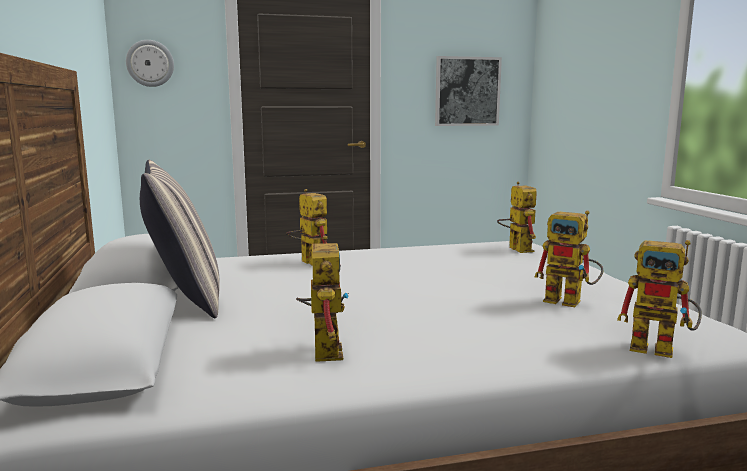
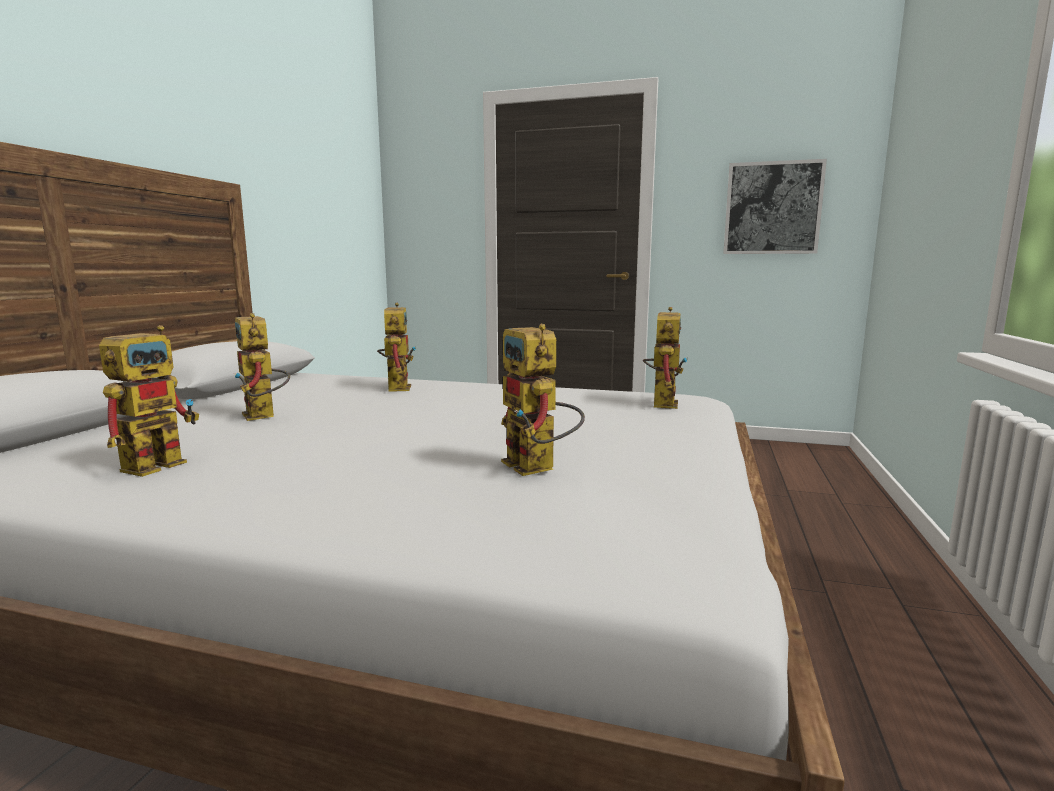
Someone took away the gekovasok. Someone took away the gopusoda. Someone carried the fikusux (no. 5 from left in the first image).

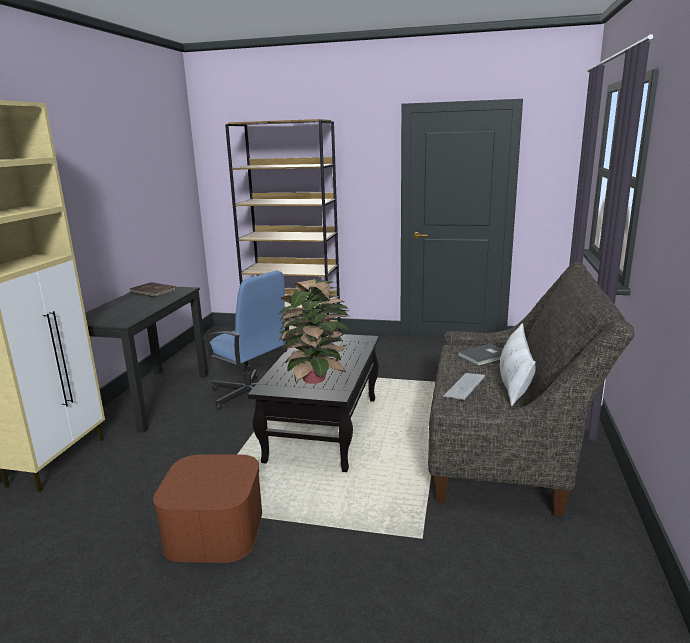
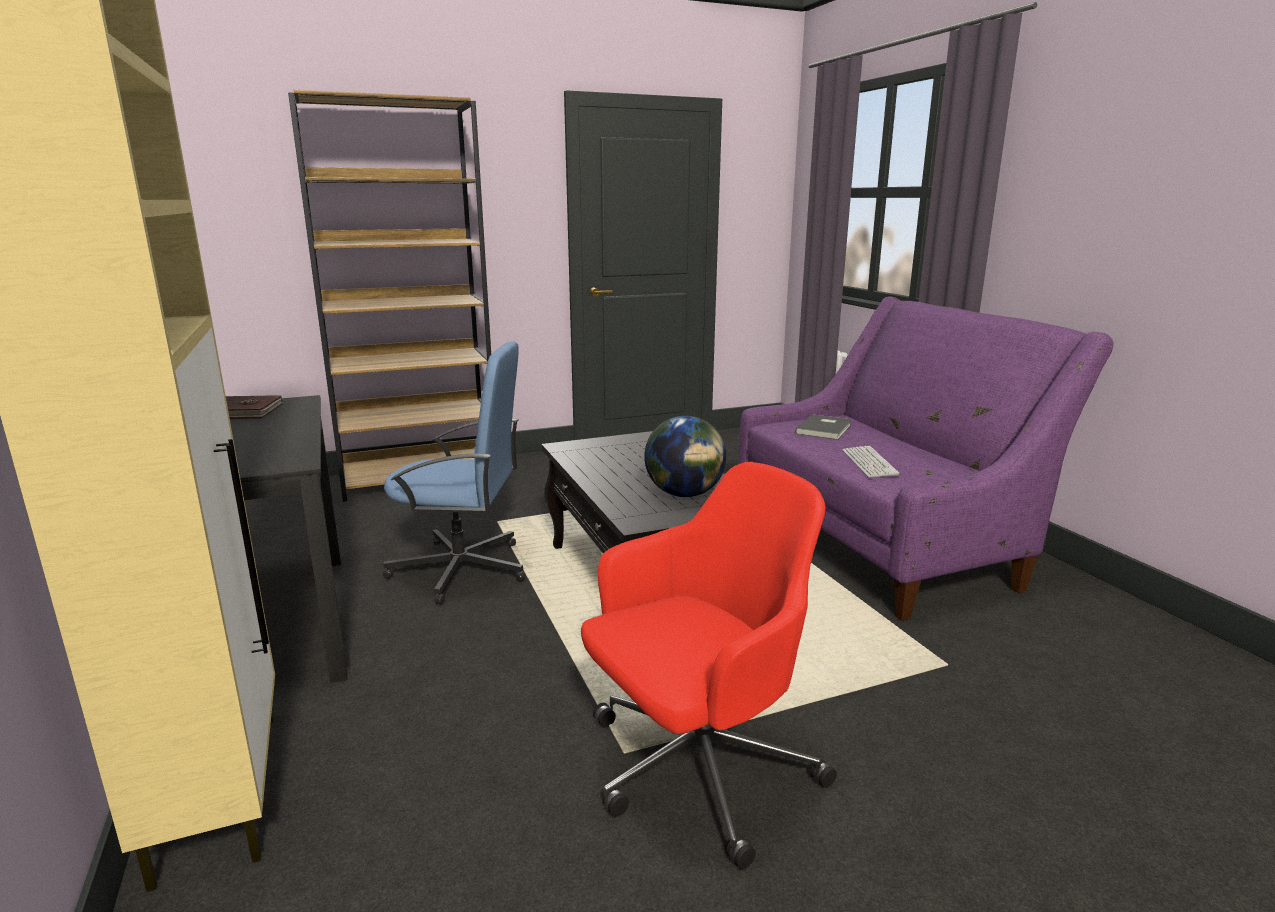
Someone repainted the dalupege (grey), which became the dalupege (purple). Someone swapped the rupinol for the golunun. Someone took away the gopusoda (white). Someone swapped the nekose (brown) for the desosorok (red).

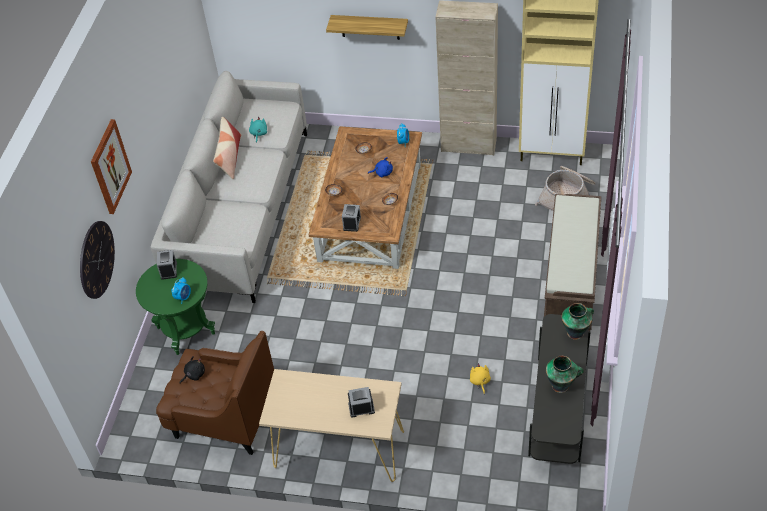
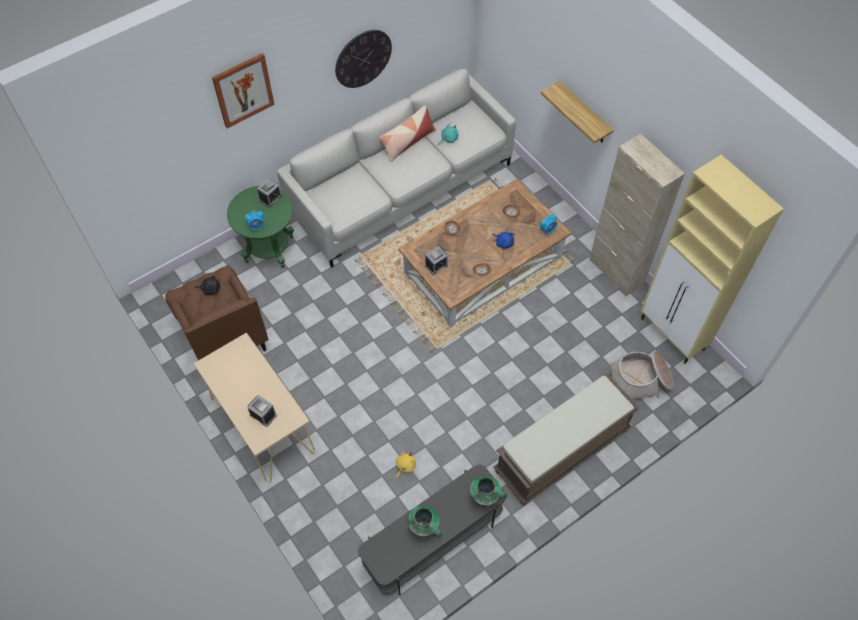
Someone carried the gekovasok.

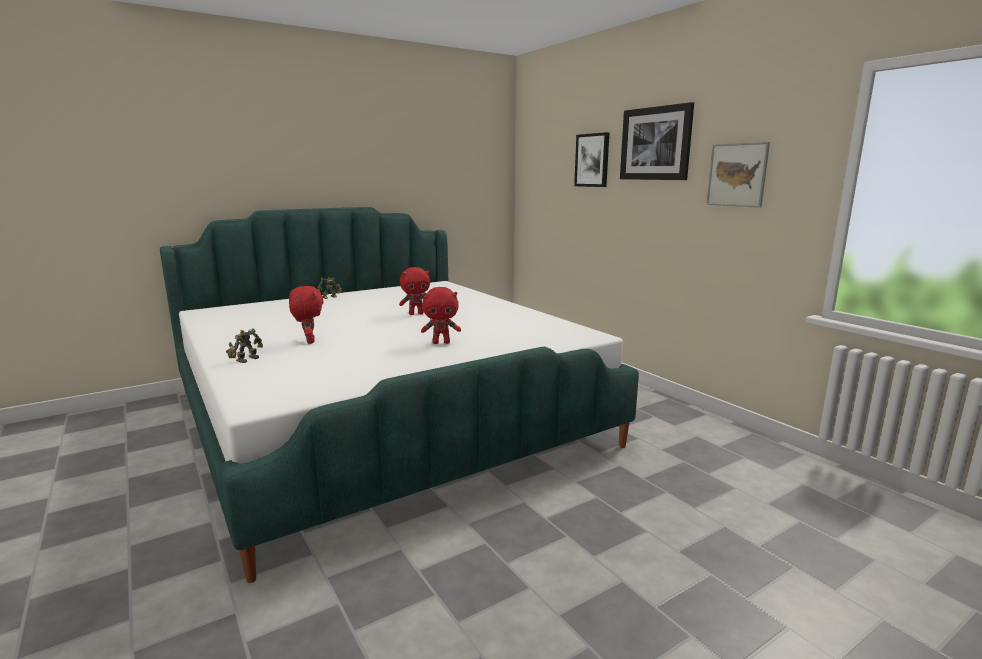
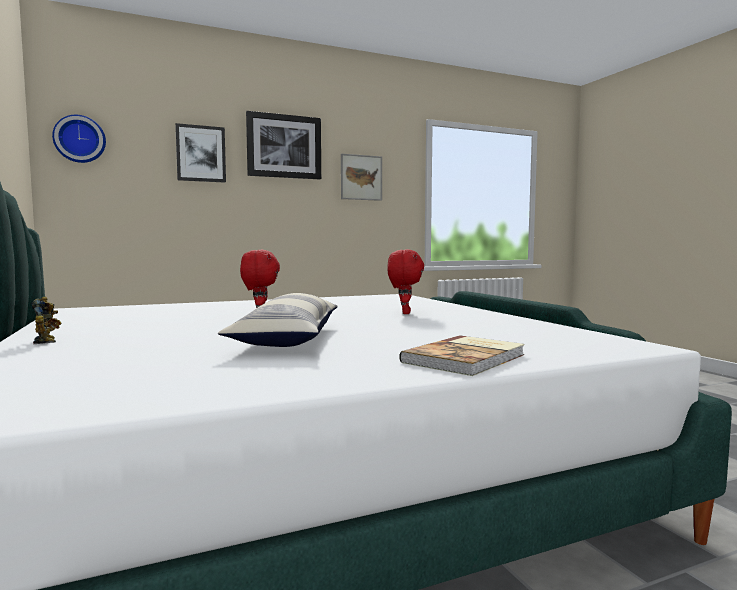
Someone took away the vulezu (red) (no. 1 from left). Someone swapped the fikusux (no. 1 from left) for the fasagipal. Someone put up the gekovasok. Someone put down the gopusoda.

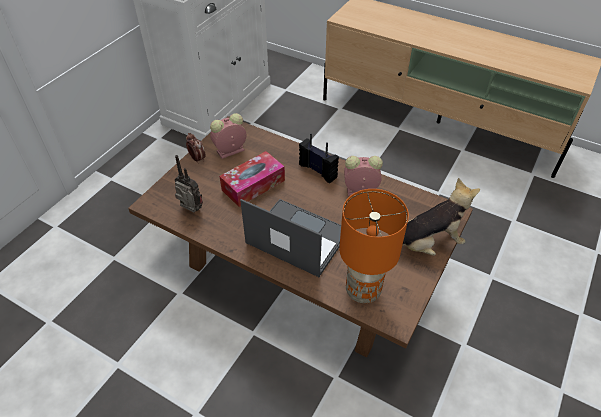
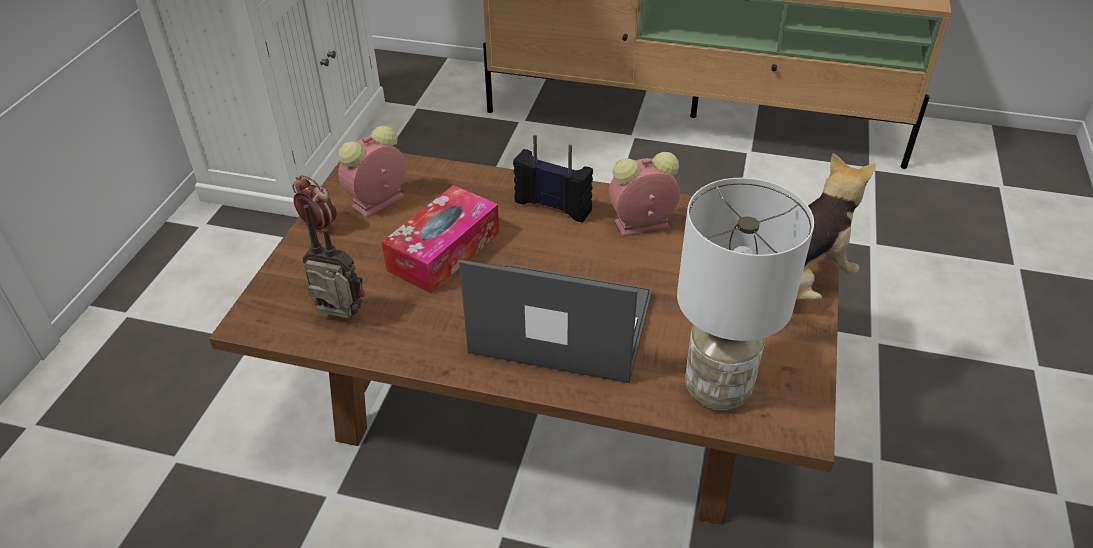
Someone repainted the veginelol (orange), which became the veginelol (white).

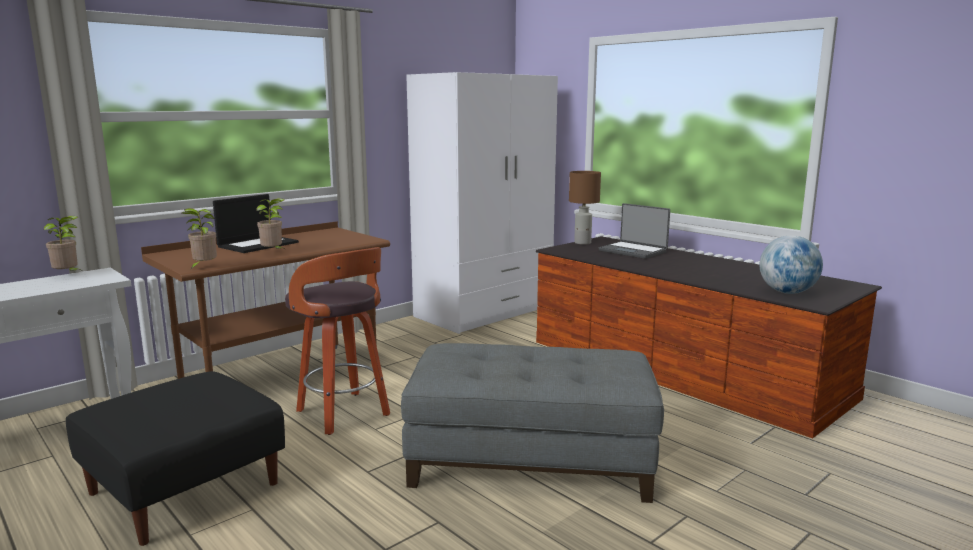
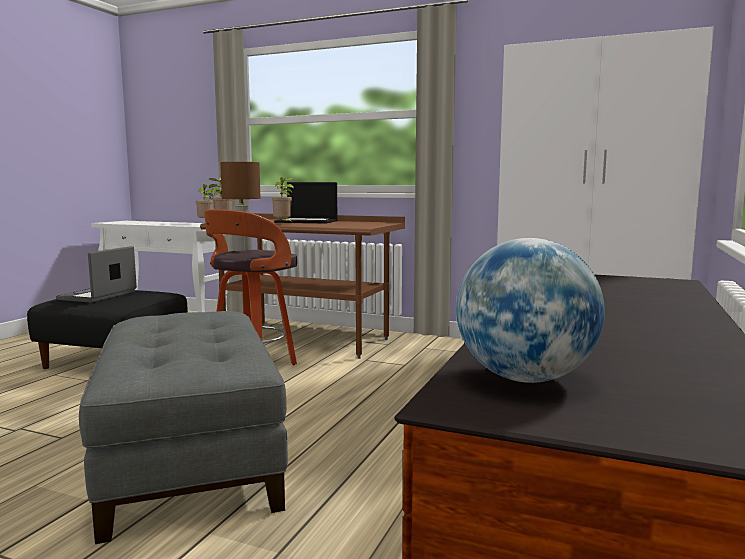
Someone carried the veginelol (brown). Someone carried the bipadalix (no. 2 from left in the first image).

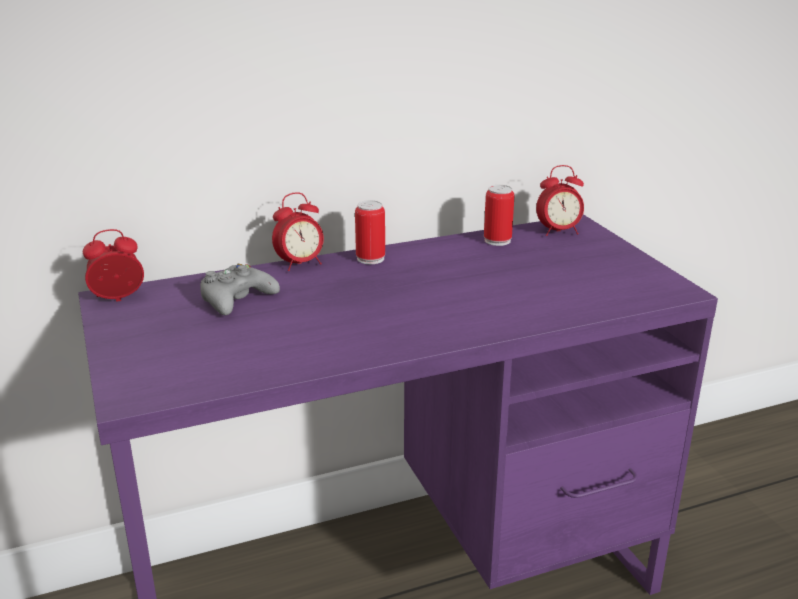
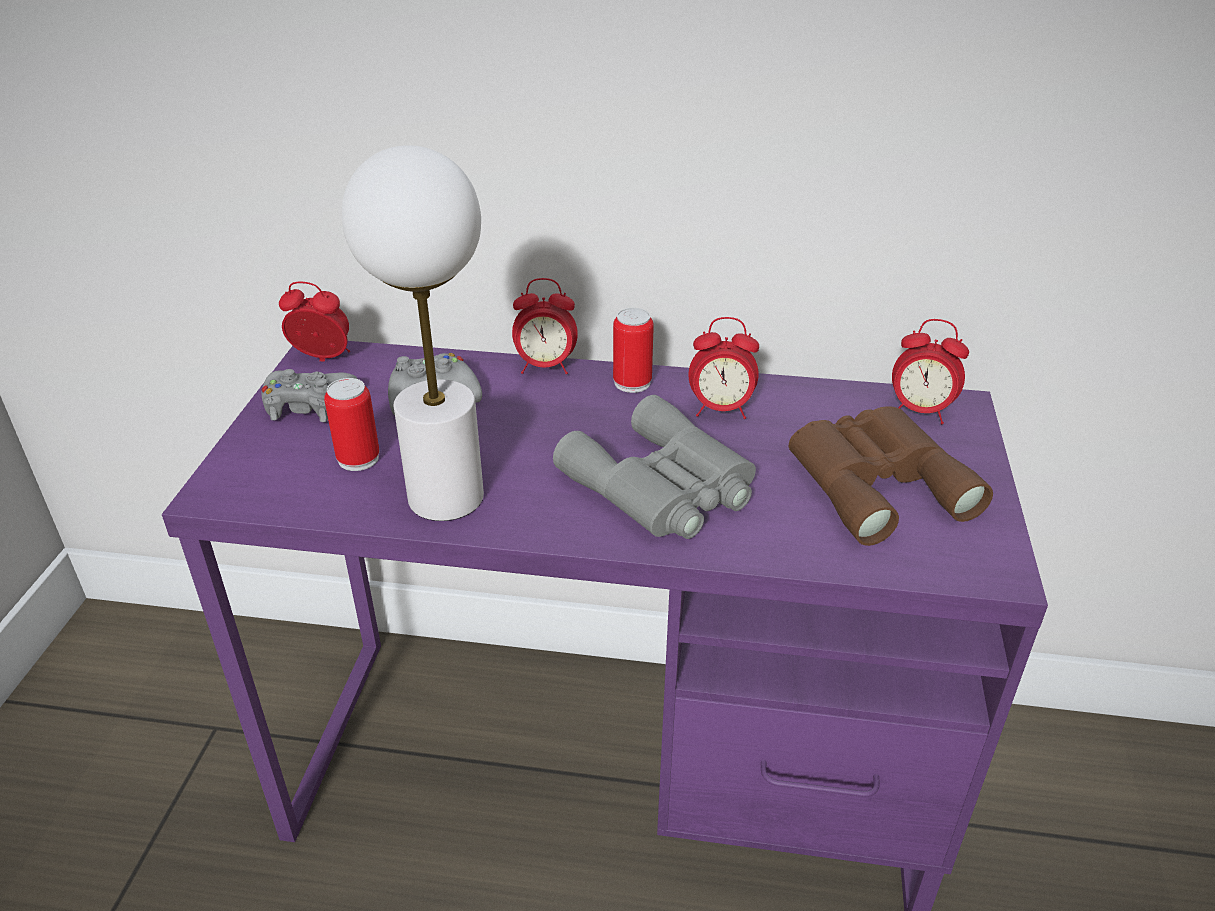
Someone carried the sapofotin (no. 2 from left in the first image). Someone put down the veginelol (white). Someone put down the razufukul (no. 3 from left). Someone put down the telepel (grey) (no. 1 from left). Someone put down the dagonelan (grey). Someone put down the dagonelan (brown).

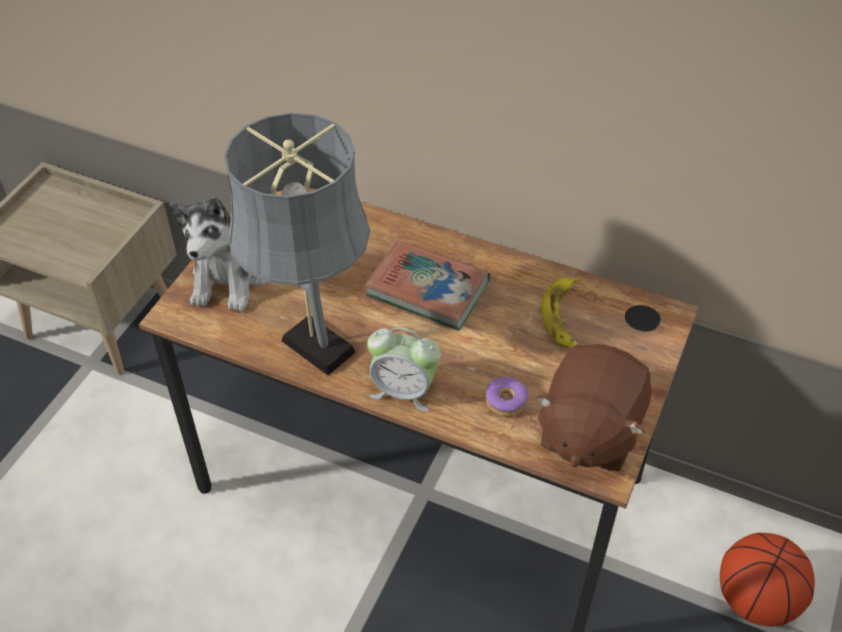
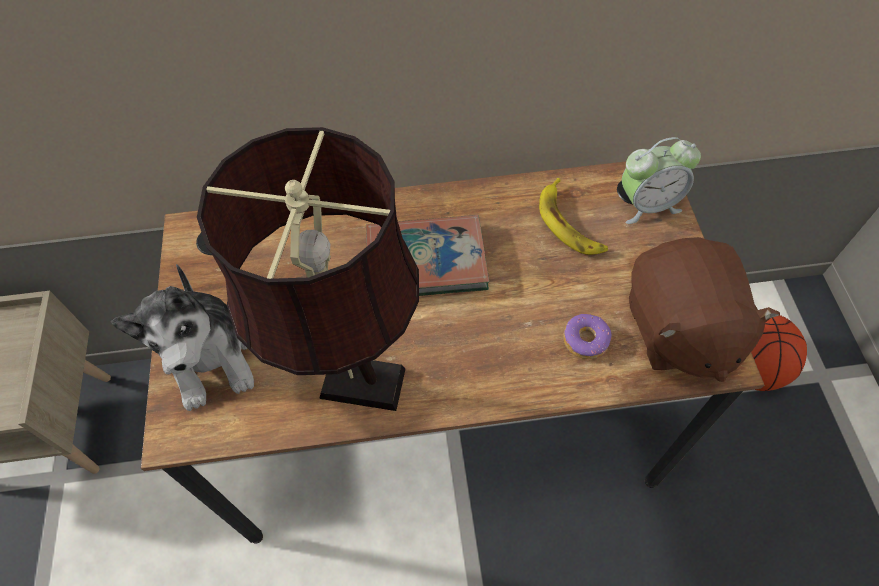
Someone repainted the veginelol (grey), which became the veginelol (brown). Someone carried the razufukul.

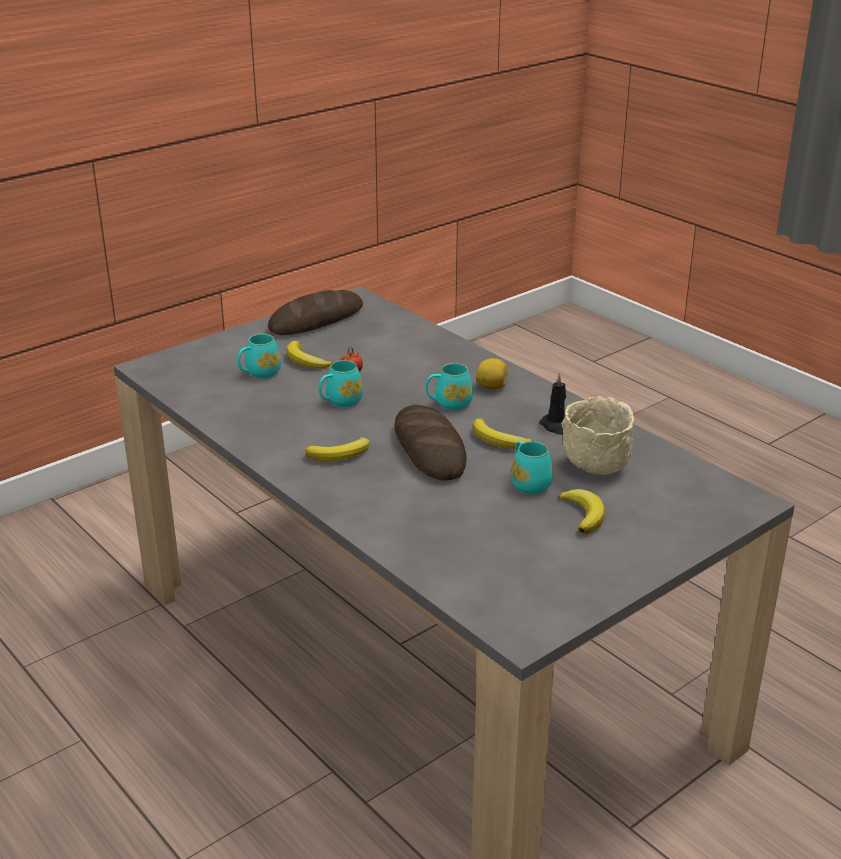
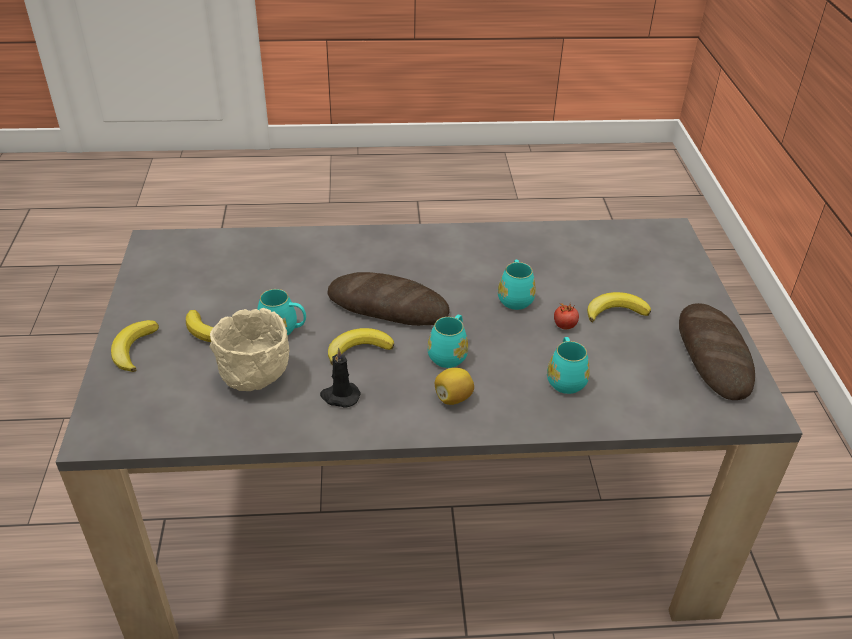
Someone carried the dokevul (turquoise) (no. 1 from left in the first image). Someone carried the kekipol (no. 2 from left in the first image).

